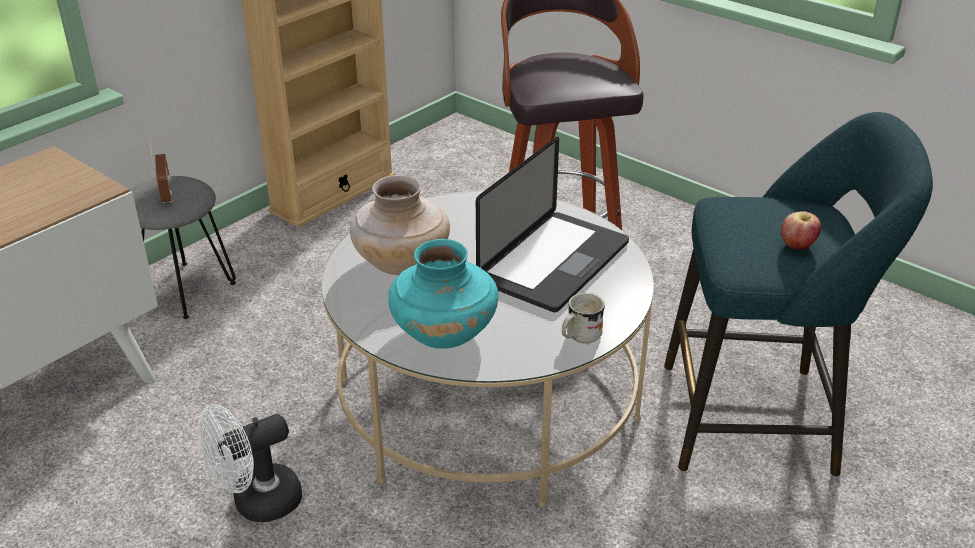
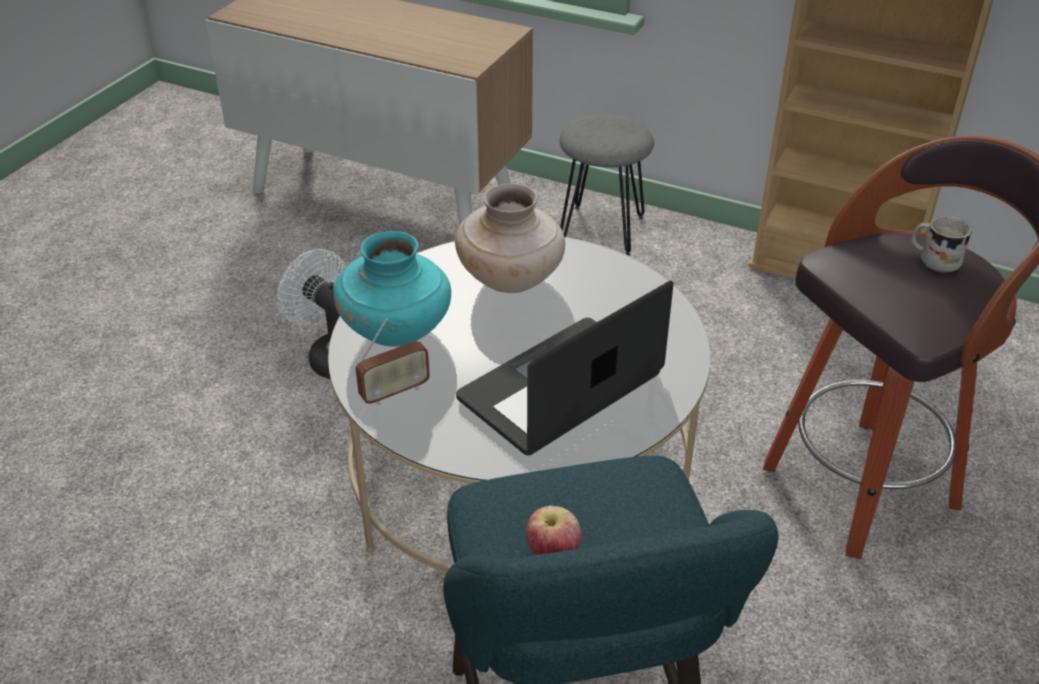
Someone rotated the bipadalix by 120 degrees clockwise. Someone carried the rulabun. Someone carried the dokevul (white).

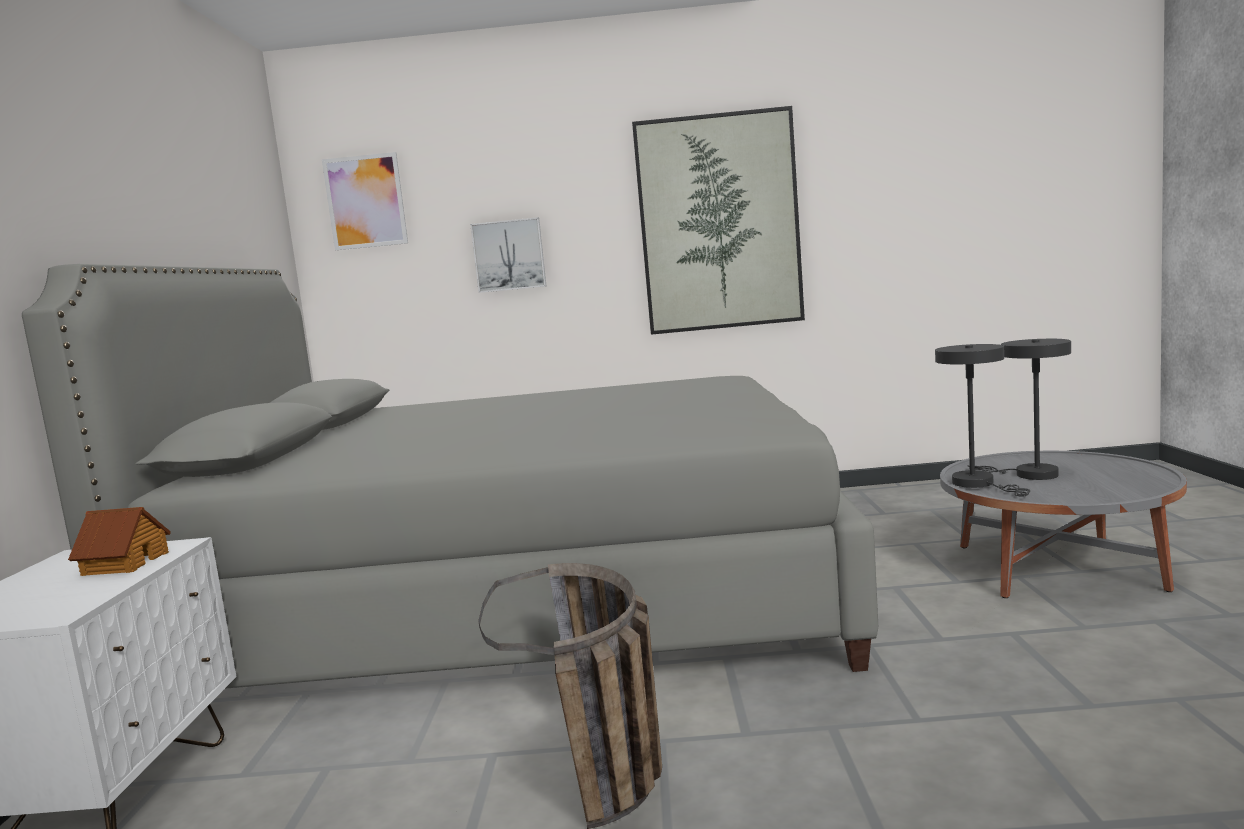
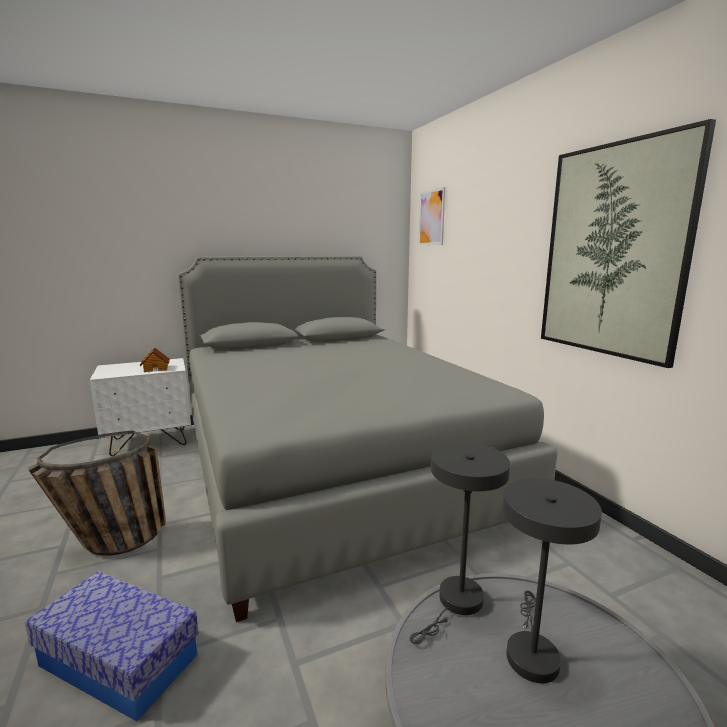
Someone took away the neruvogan (no. 2 from left). Someone put down the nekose.

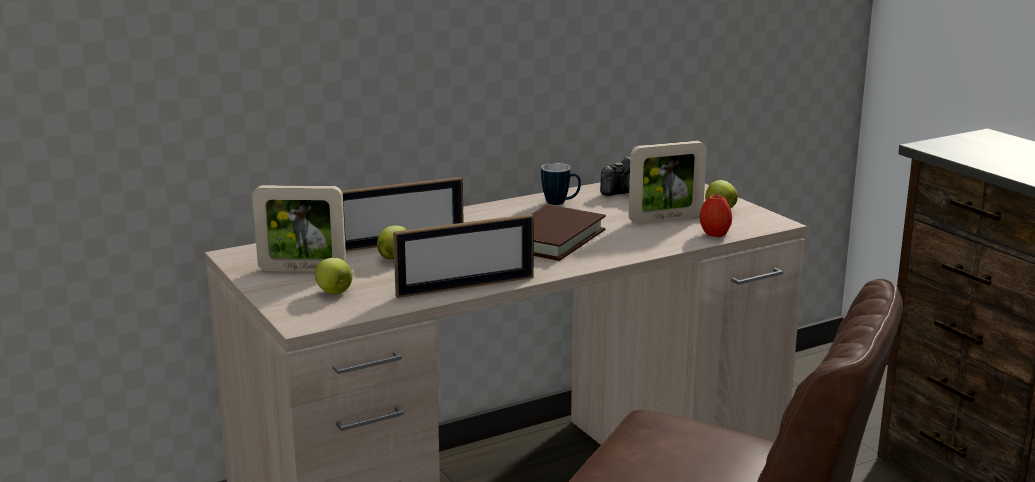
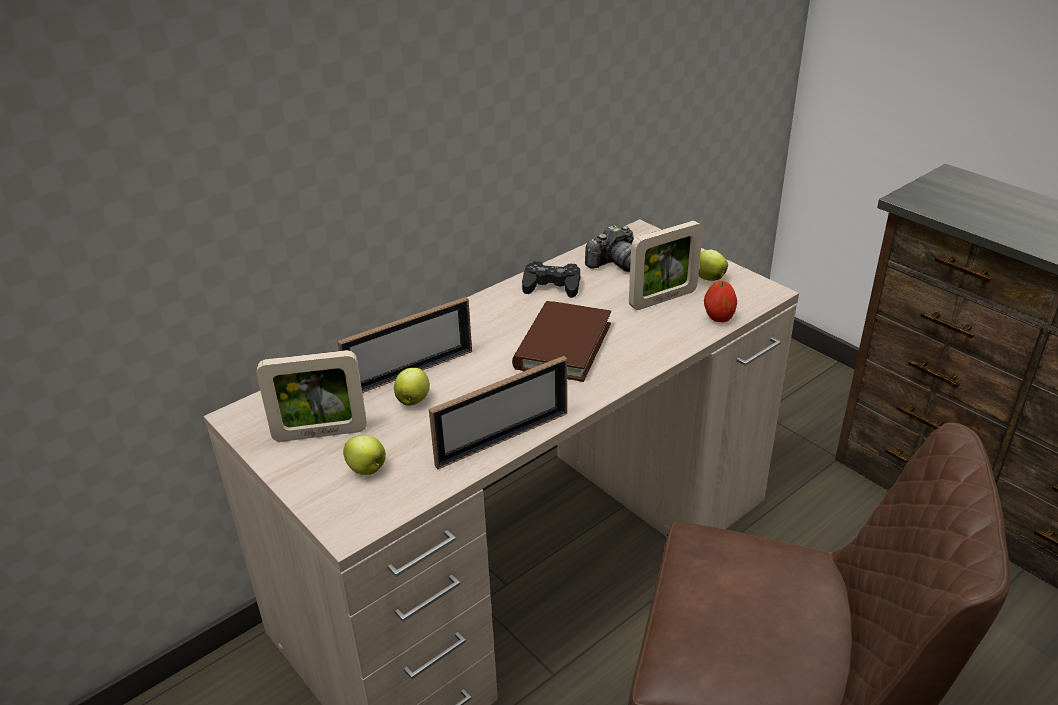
Someone swapped the dokevul for the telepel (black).

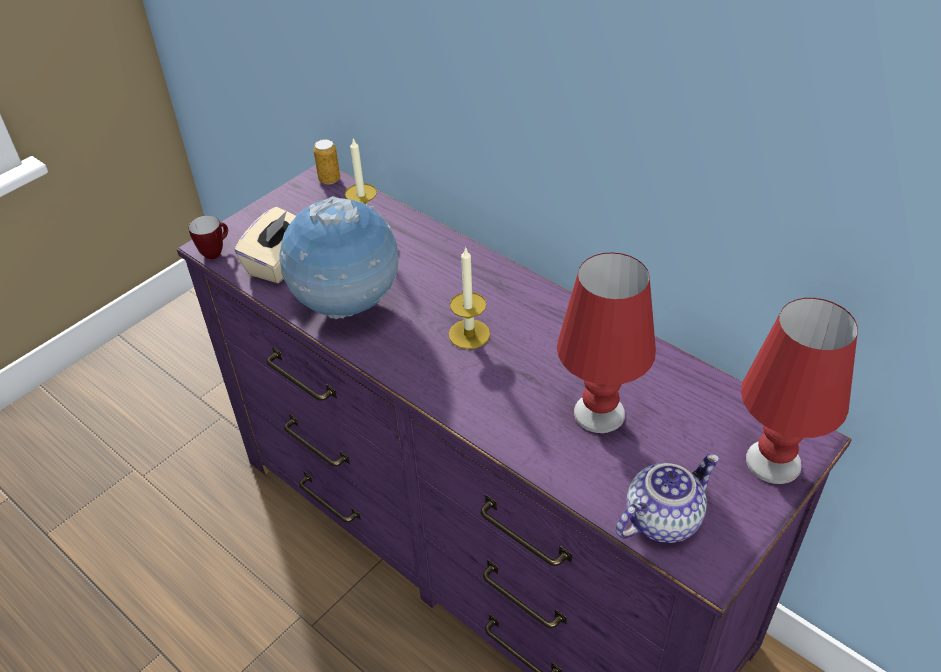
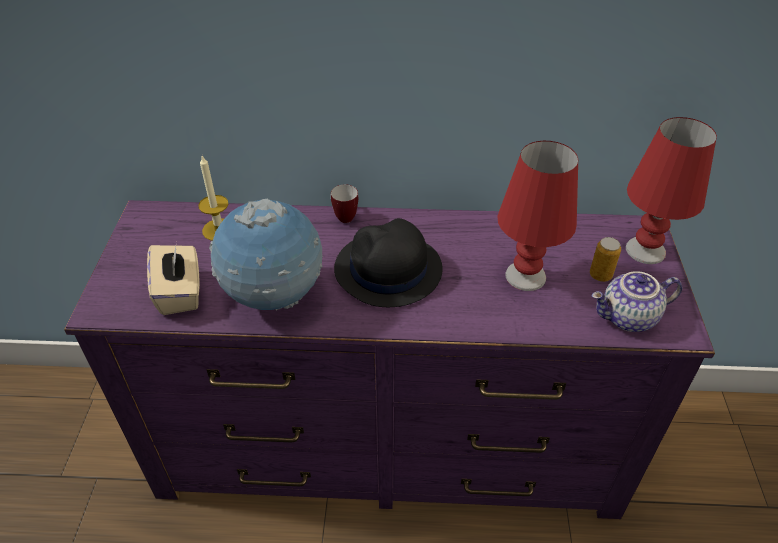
Someone carried the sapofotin. Someone carried the dokevul. Someone swapped the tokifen (no. 2 from left) for the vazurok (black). Someone rotated the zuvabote by 120 degrees counterclockwise.

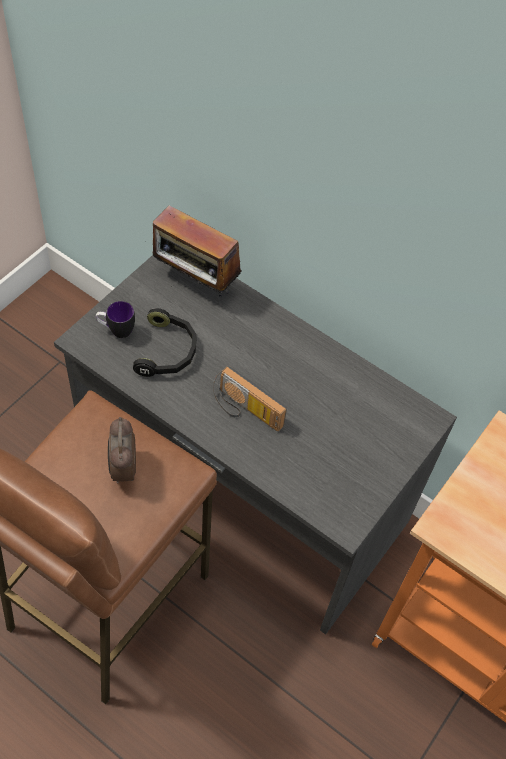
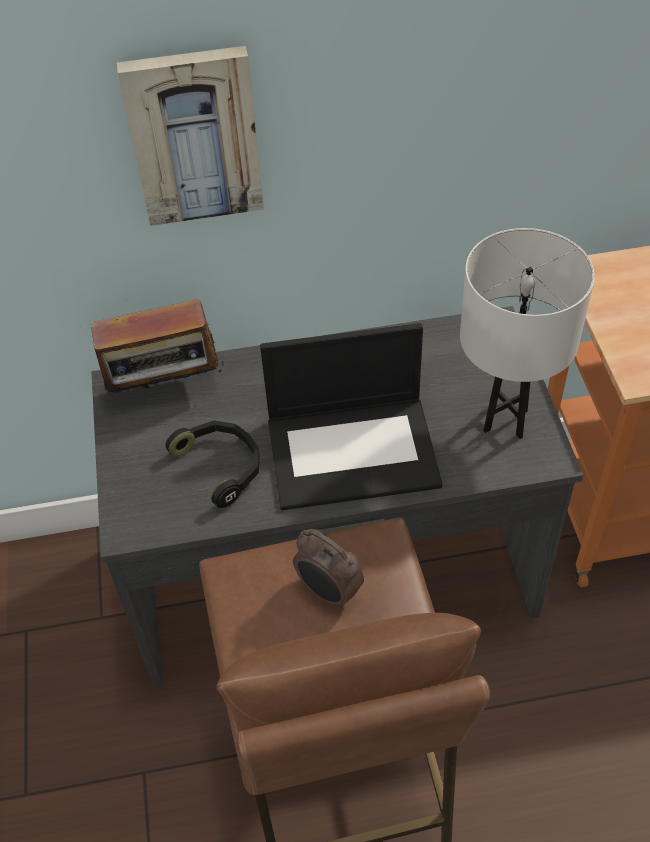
Someone took away the dokevul. Someone swapped the rulabun (no. 2 from left) for the bipadalix. Someone put up the neruvogan. Someone put down the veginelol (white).

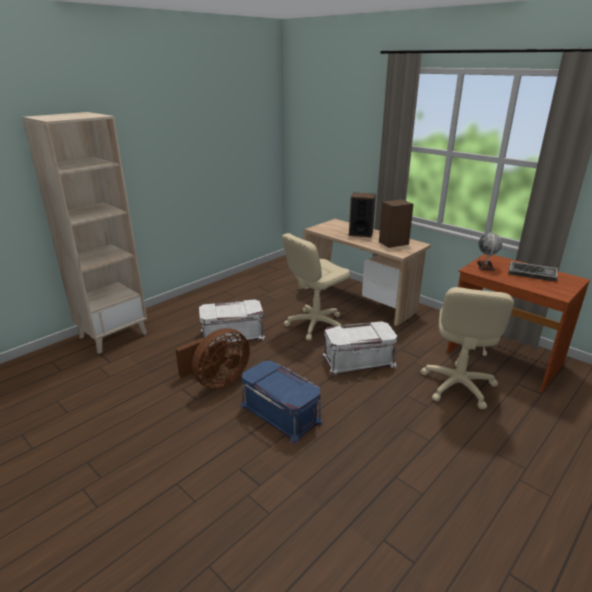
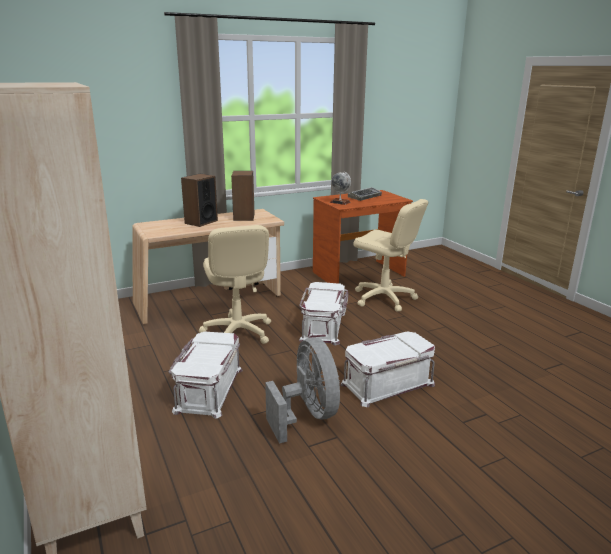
Someone repainted the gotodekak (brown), which became the gotodekak (grey). Someone repainted the nekose (blue), which became the nekose (white) (no. 3 from left).

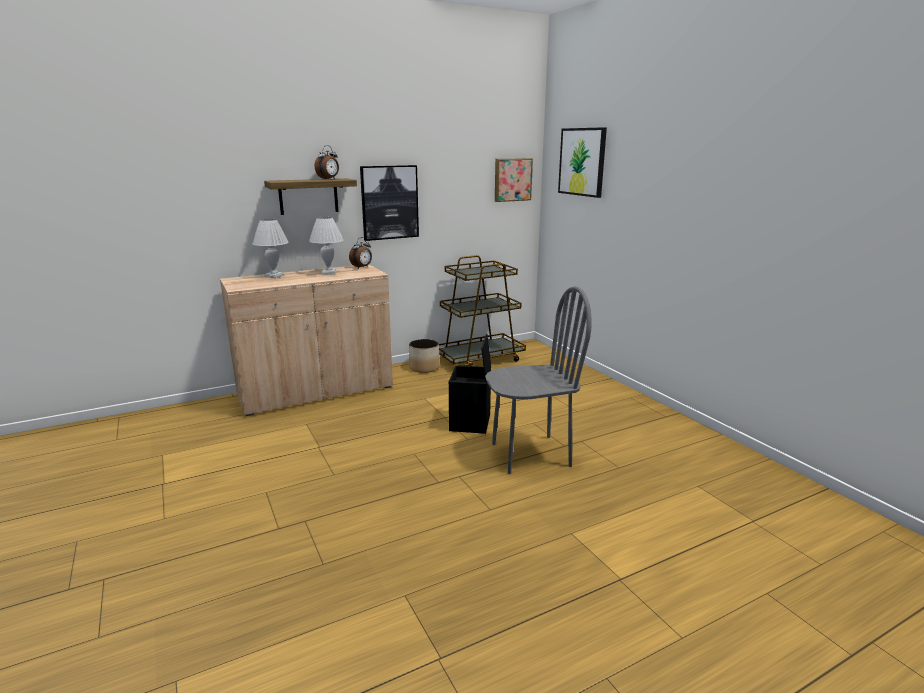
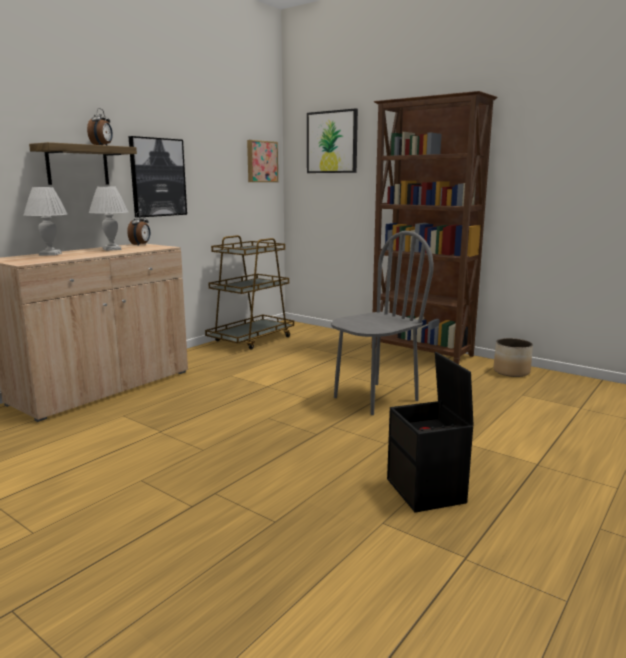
Someone carried the nekose (black). Someone carried the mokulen. Someone put down the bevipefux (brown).

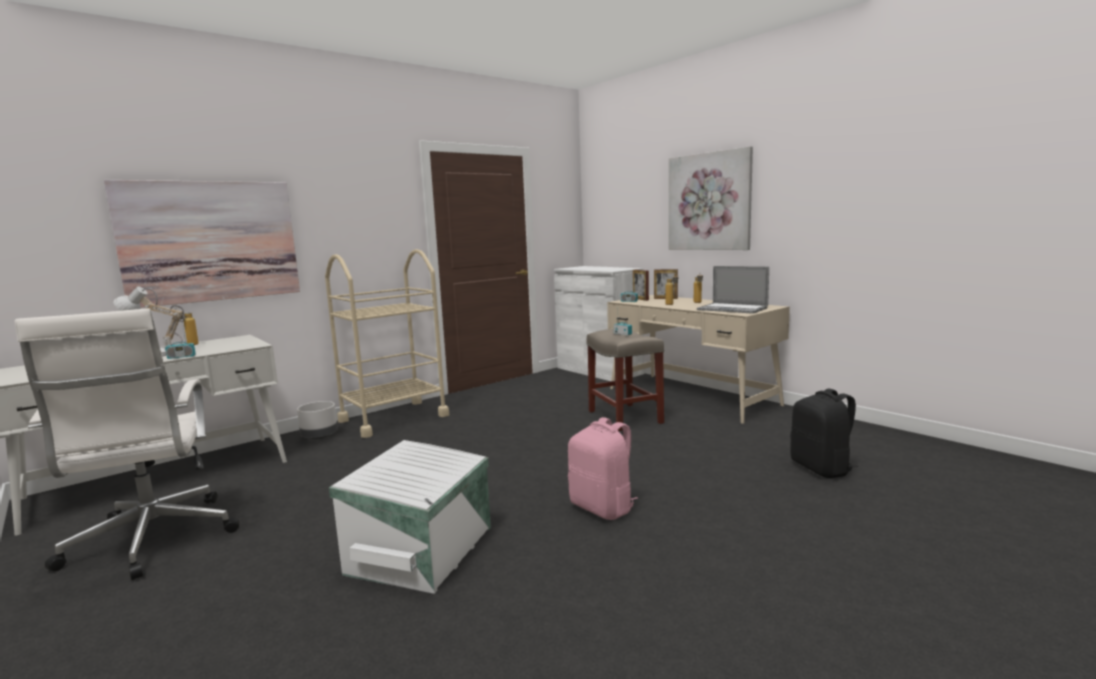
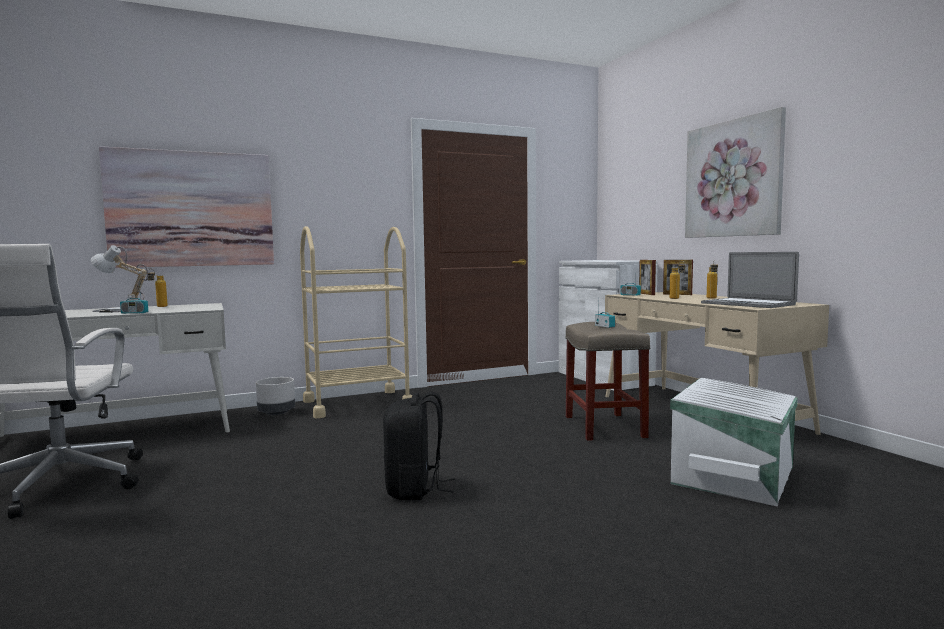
Someone carried the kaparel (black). Someone took away the kaparel (pink). Someone carried the nekose (white).

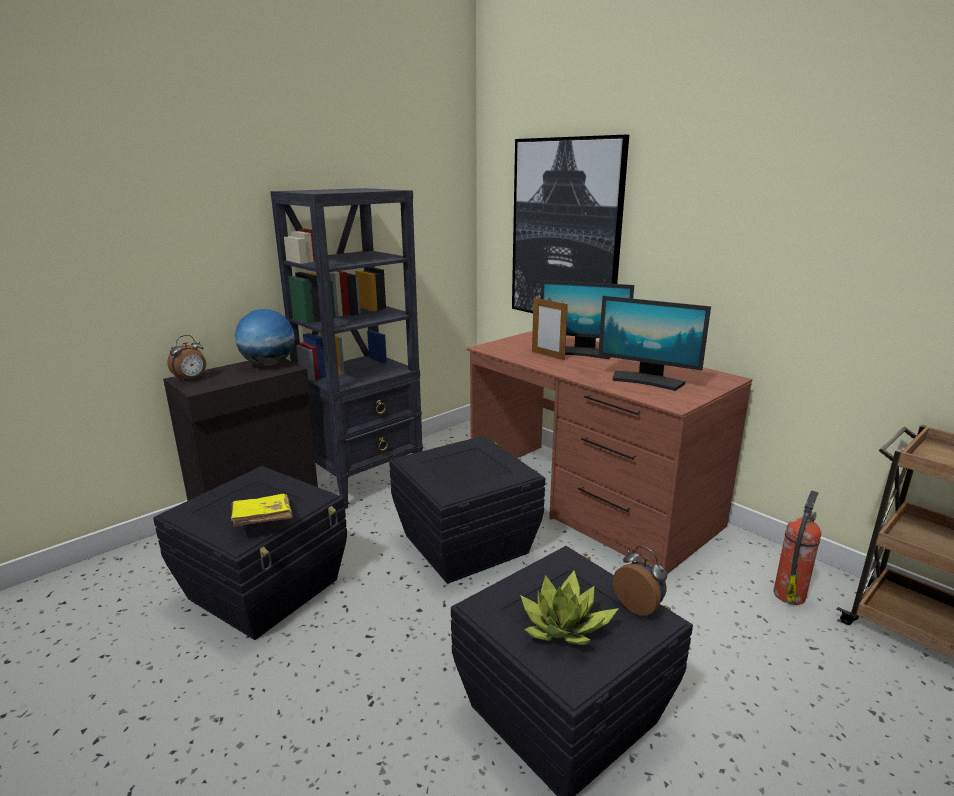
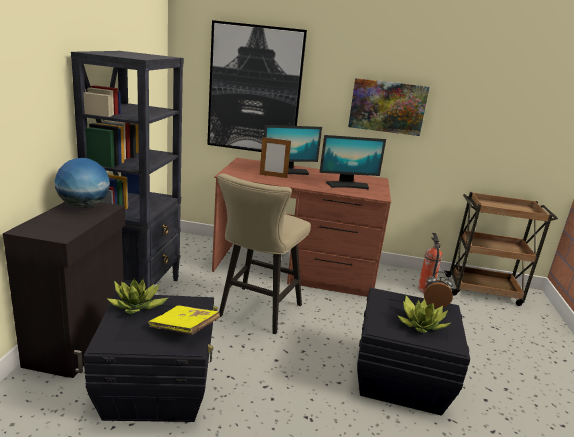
Someone took away the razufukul (no. 1 from left). Someone swapped the nekose (black) (no. 2 from left) for the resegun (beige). Someone put up the neruvogan (no. 2 from left). Someone put down the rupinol (no. 1 from left).

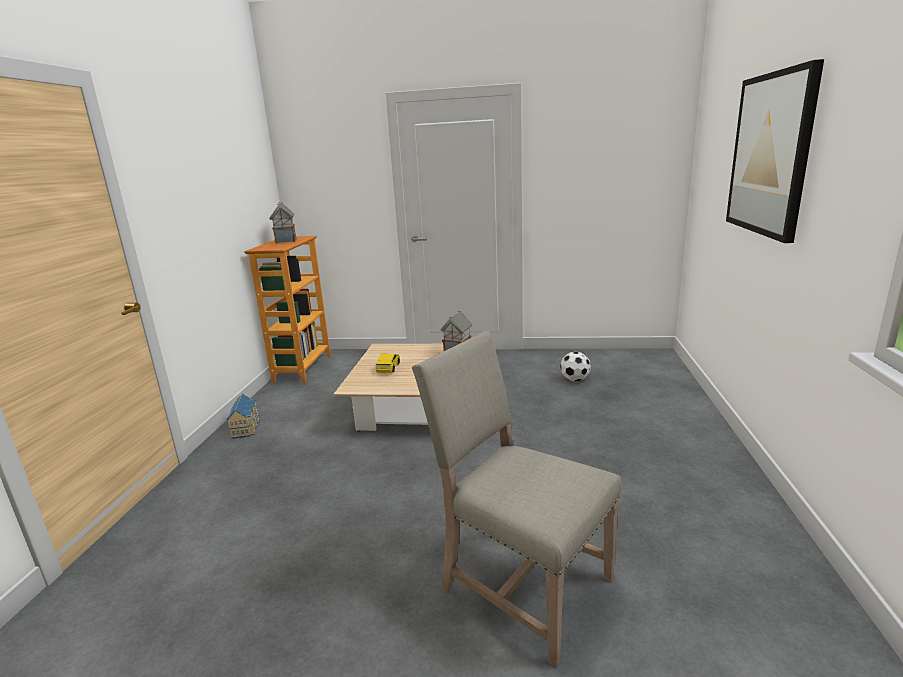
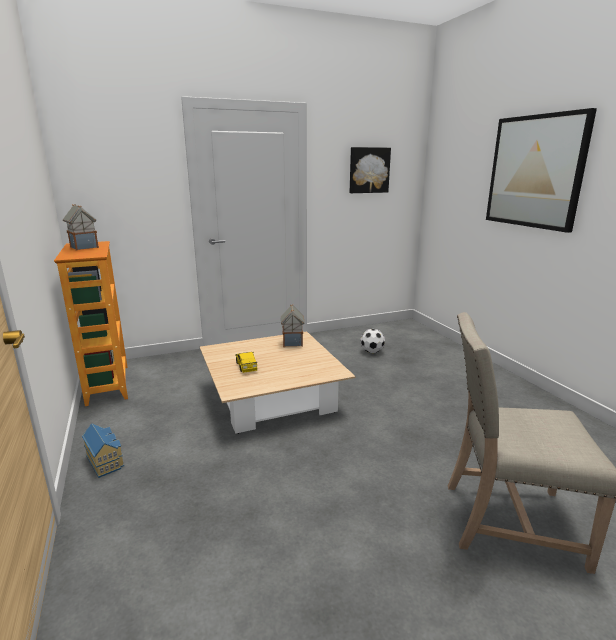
Someone put up the neruvogan (no. 1 from left).

